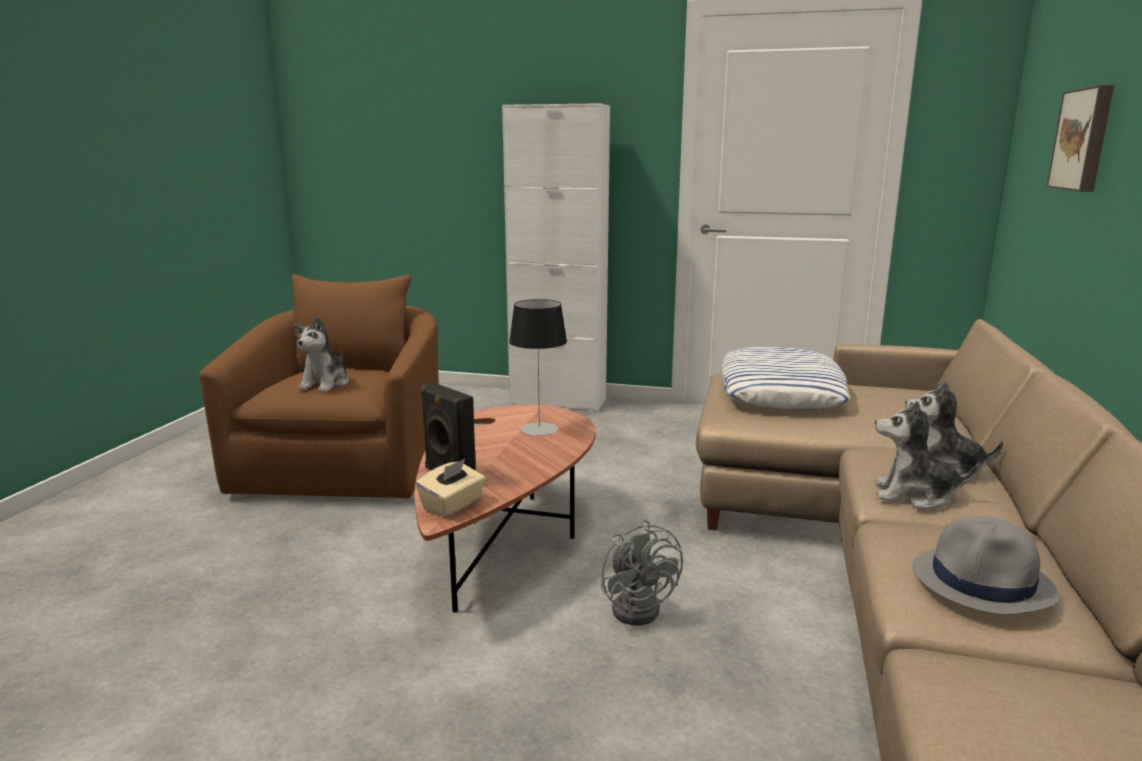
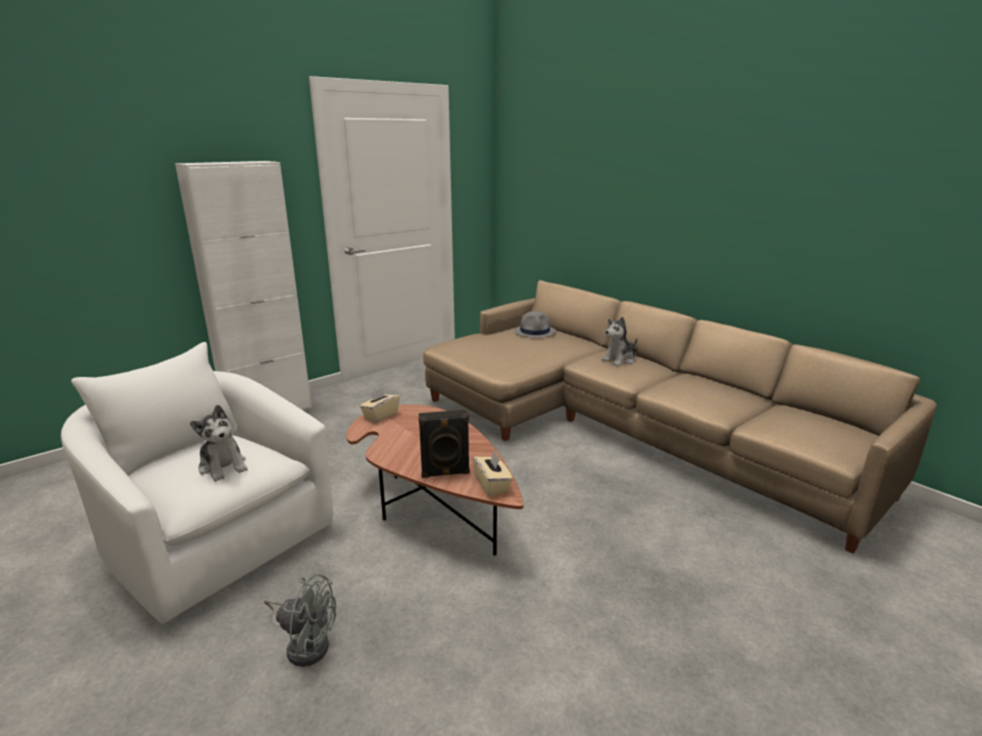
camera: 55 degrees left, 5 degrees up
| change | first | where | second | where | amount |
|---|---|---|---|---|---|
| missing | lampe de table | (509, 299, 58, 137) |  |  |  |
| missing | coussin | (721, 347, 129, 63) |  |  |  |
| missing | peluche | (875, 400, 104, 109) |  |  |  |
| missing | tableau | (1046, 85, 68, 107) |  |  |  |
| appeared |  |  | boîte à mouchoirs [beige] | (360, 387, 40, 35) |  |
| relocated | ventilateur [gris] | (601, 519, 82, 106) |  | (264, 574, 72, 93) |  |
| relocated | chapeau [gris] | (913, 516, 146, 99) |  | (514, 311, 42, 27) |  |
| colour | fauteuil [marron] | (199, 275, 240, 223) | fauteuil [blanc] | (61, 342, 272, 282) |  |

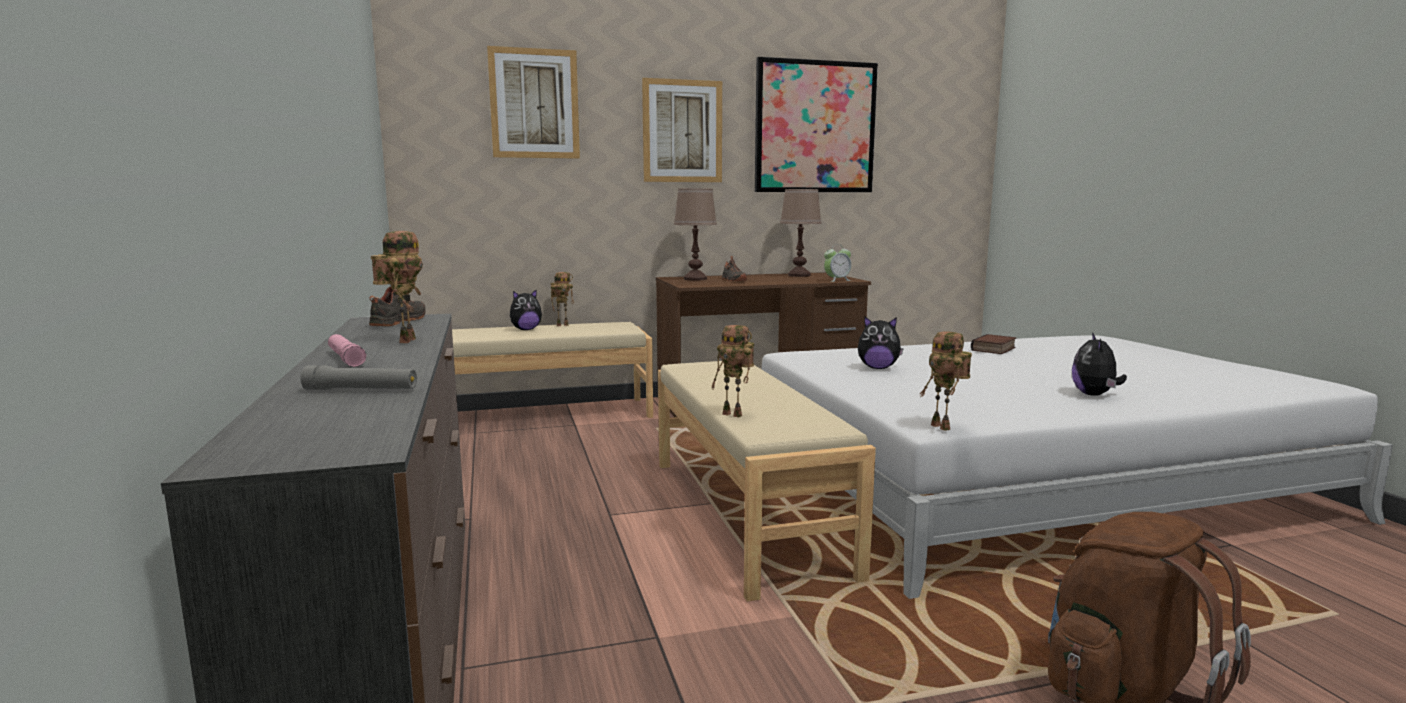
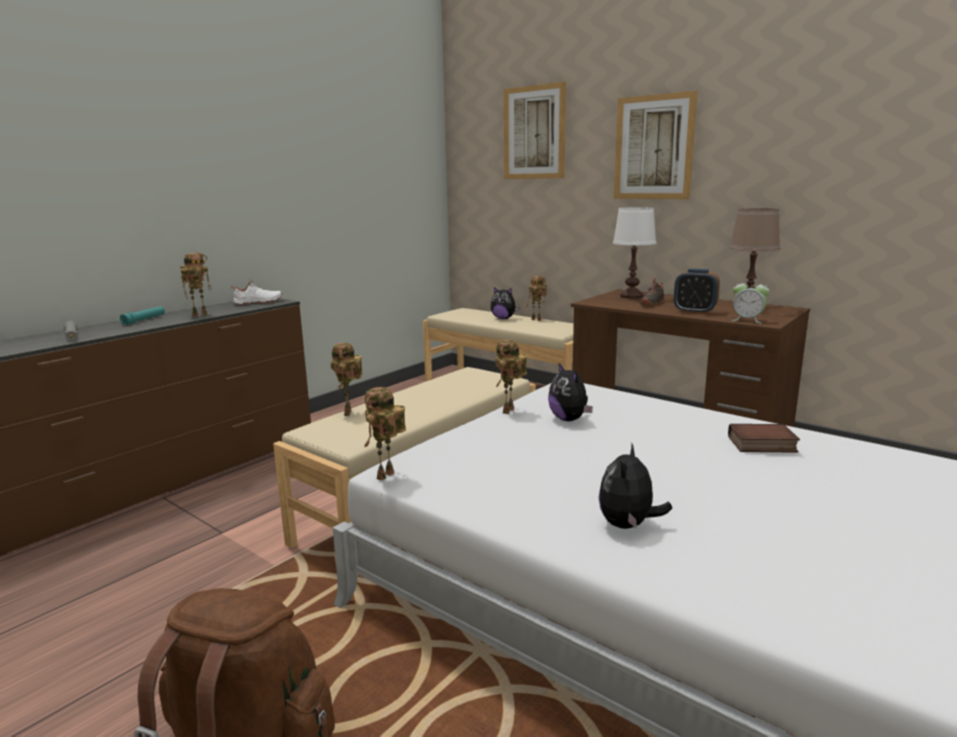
camera: 55 degrees right, 5 degrees up
| change | first | where | second | where | amount |
|---|---|---|---|---|---|
| missing | tableau | (755, 57, 123, 135) |  |  |  |
| appeared |  |  | robot jouet | (495, 340, 32, 74) |  |
| appeared |  |  | réveil | (674, 269, 46, 45) |  |
| colour | lampe de poche [rose] | (328, 334, 38, 33) | lampe de poche [turquoise] | (120, 306, 45, 19) |  |
| colour | chaussure [noir] | (369, 287, 57, 39) | chaussure [blanc] | (231, 277, 51, 28) |  |
| colour | lampe de table [marron] | (674, 189, 43, 91) | lampe de table [blanc] | (613, 207, 43, 92) |  |
| spun | peluche | (1072, 332, 55, 64) |  | (599, 443, 73, 86) | 45 degrees counterclockwise |

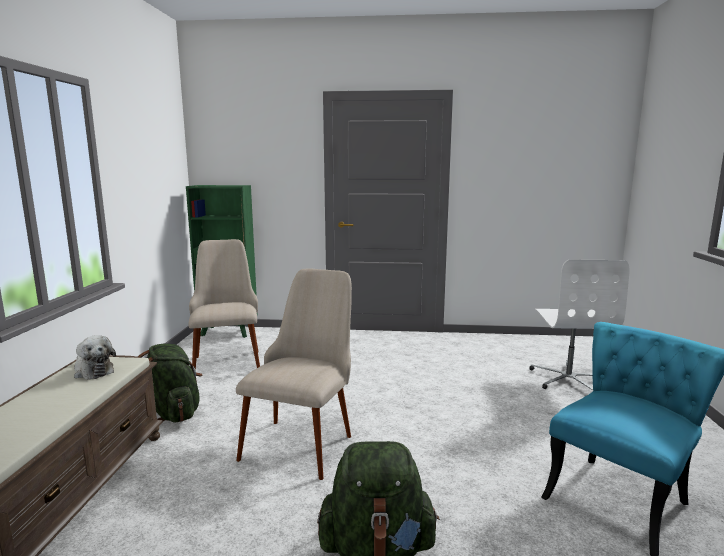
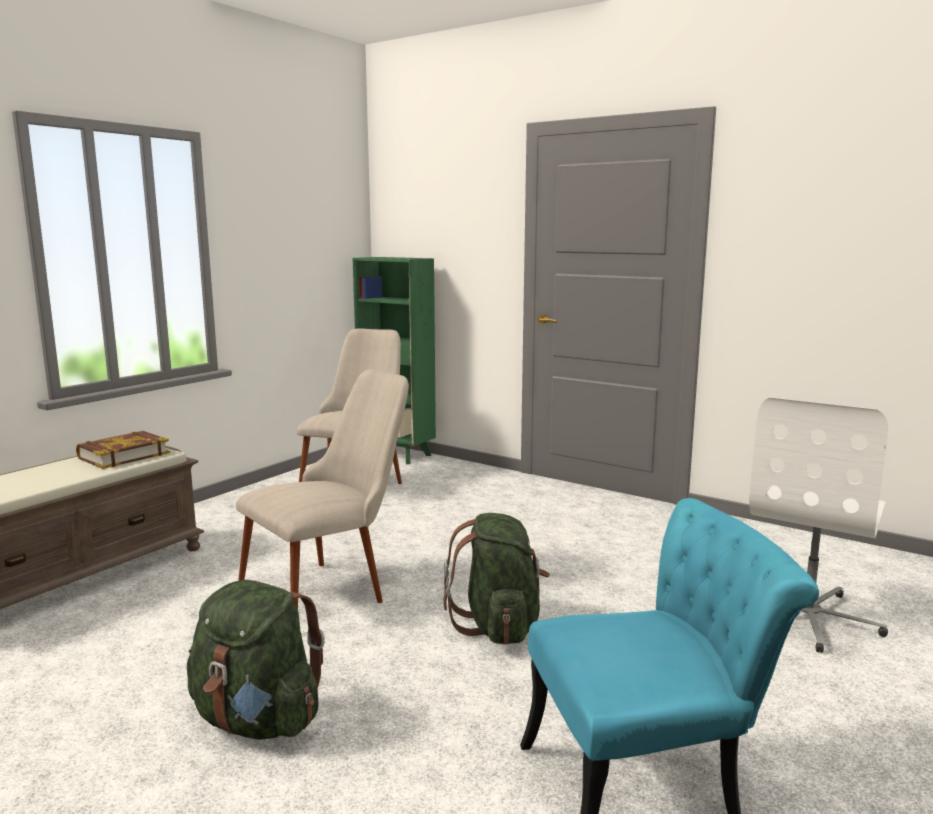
camera: 30 degrees right, 0 degrees up
| change | first | where | second | where | amount |
|---|---|---|---|---|---|
| relocated | sac à dos [vert] | (138, 344, 65, 78) |  | (444, 513, 106, 132) |  |
| exchanged | peluche | (74, 335, 42, 45) | livre | (76, 431, 94, 38) |  |

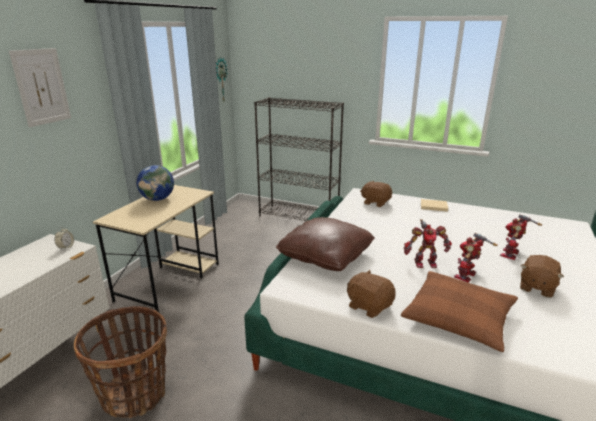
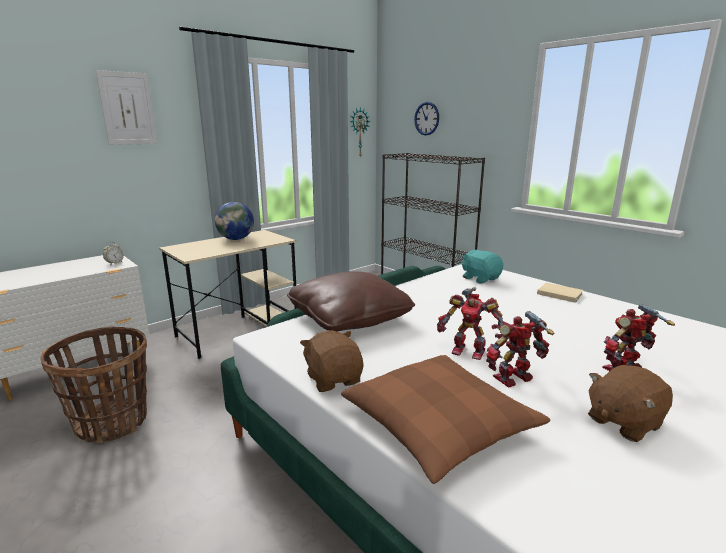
camera: 25 degrees right, 5 degrees down
| change | first | where | second | where | amount |
|---|---|---|---|---|---|
| appeared |  |  | horloge murale | (414, 102, 25, 33) |  |
| colour | peluche [marron] | (360, 181, 32, 26) | peluche [turquoise] | (462, 250, 41, 34) |  |

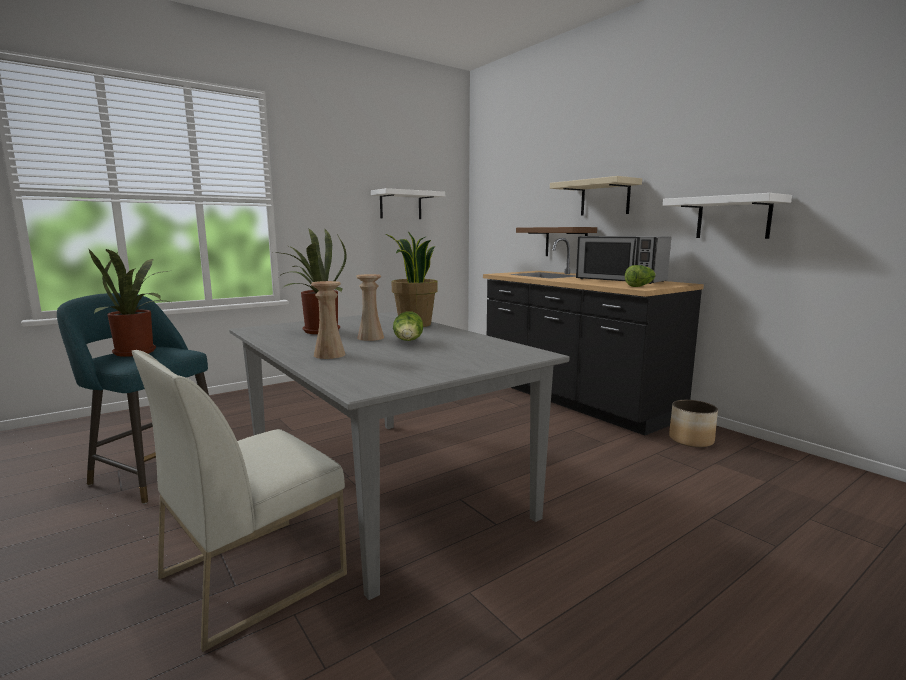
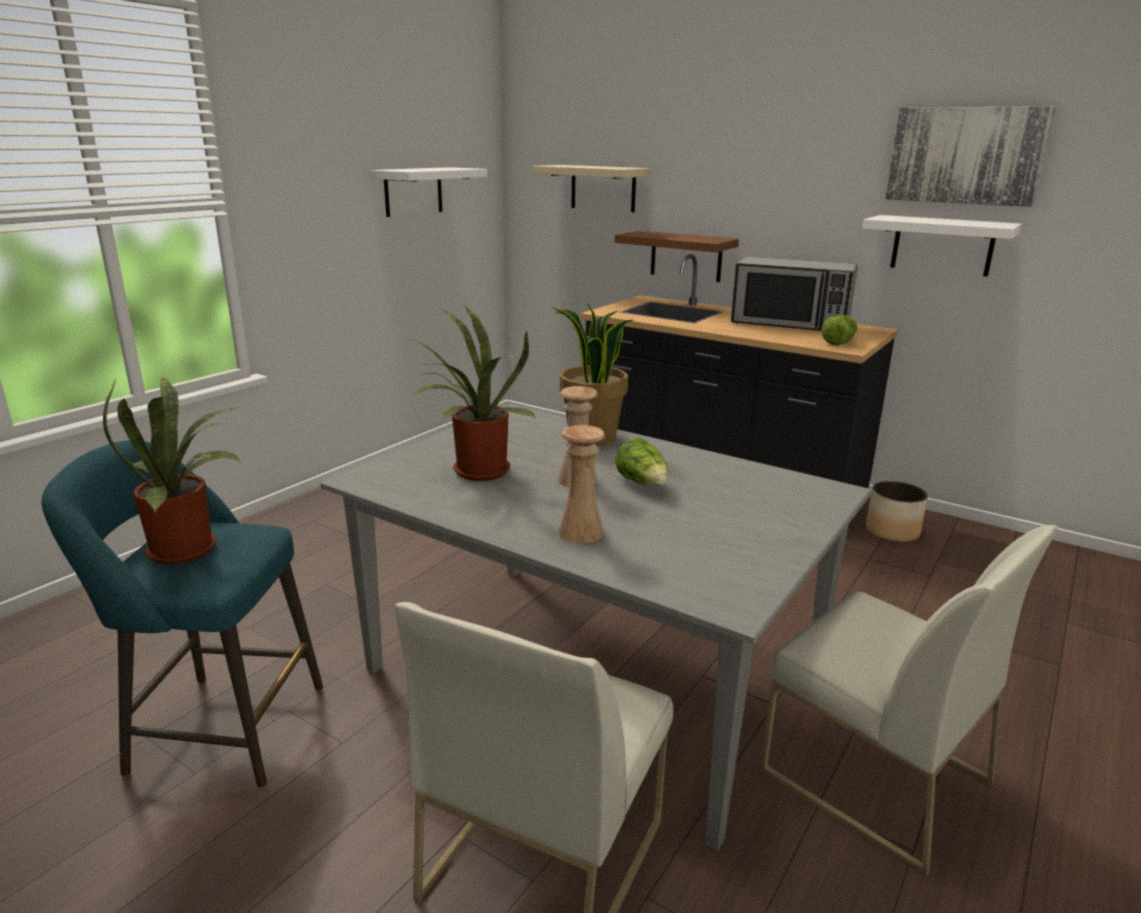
camera: 20 degrees left, 10 degrees up
| change | first | where | second | where | amount |
|---|---|---|---|---|---|
| appeared |  |  | chaise [blanc] | (760, 525, 298, 352) |  |
| appeared |  |  | tableau | (885, 106, 171, 101) |  |
| relocated | étagère [beige] | (550, 176, 92, 40) |  | (532, 165, 118, 47) |  |

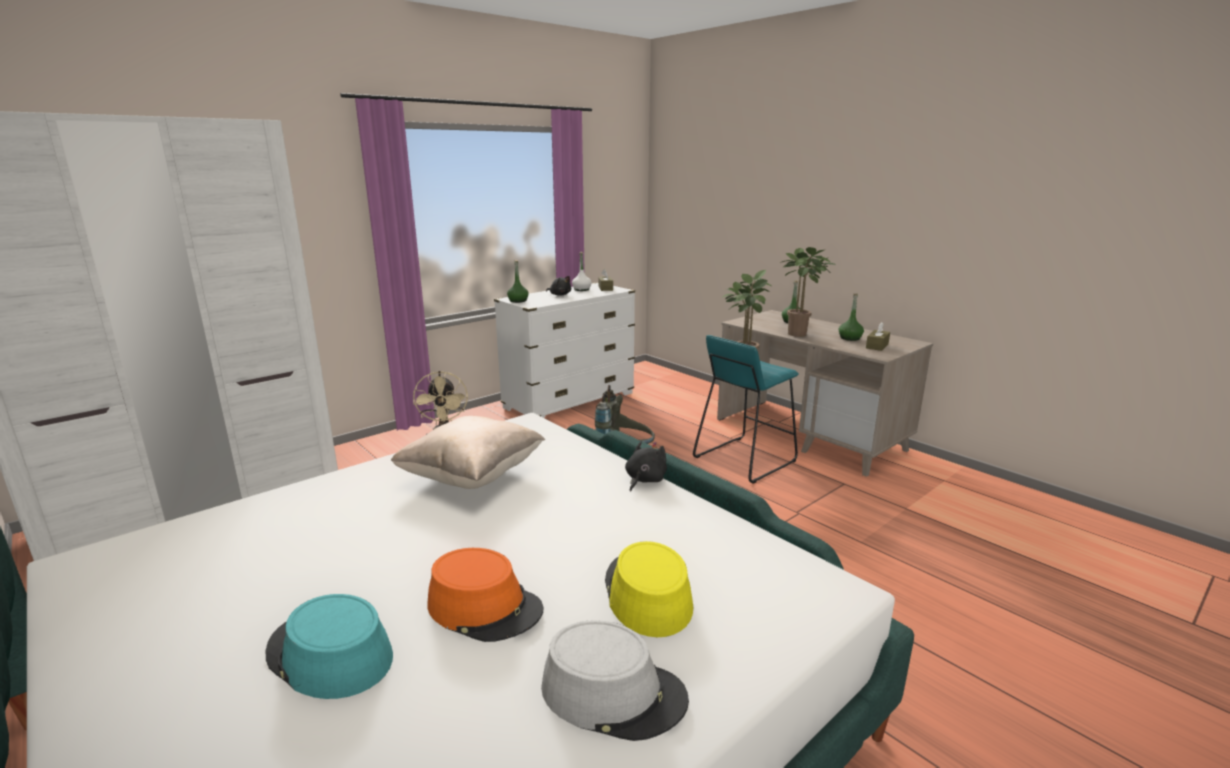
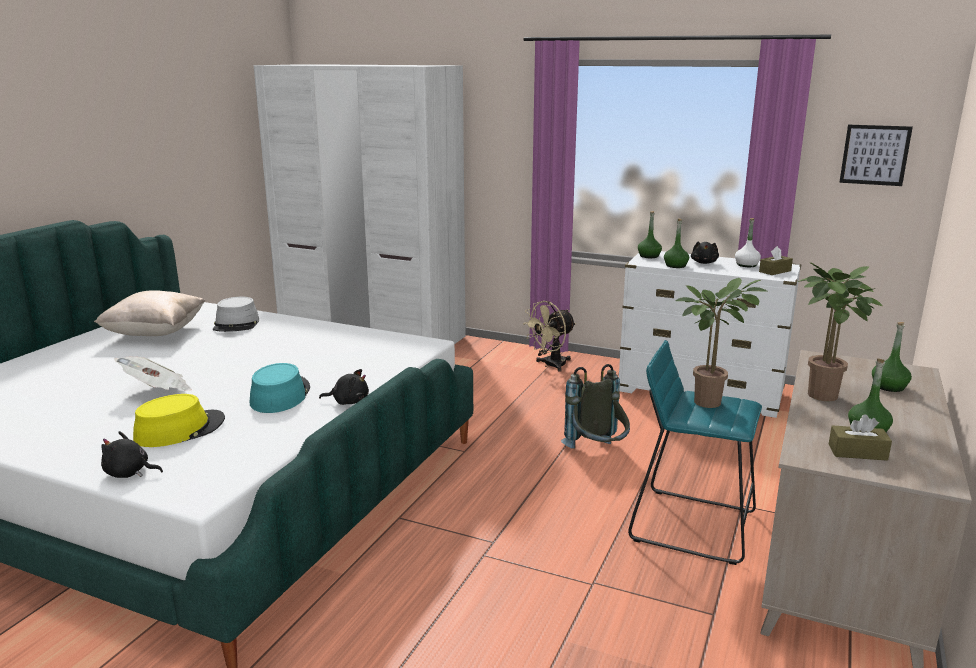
camera: 65 degrees right, 0 degrees up
| change | first | where | second | where | amount |
|---|---|---|---|---|---|
| appeared |  |  | peluche [noir] | (101, 431, 62, 47) |  |
| appeared |  |  | bouteille [vert] | (664, 218, 25, 50) |  |
| appeared |  |  | tableau | (839, 125, 74, 61) |  |
| relocated | chapeau [turquoise] | (266, 594, 127, 105) |  | (249, 363, 61, 50) |  |
| relocated | coussin [beige] | (391, 416, 154, 73) |  | (94, 290, 111, 46) |  |
| relocated | chapeau [gris] | (541, 620, 148, 121) |  | (213, 297, 46, 35) |  |
| exchanged | chapeau [orange] | (427, 548, 116, 94) | journal | (115, 357, 77, 34) |  |

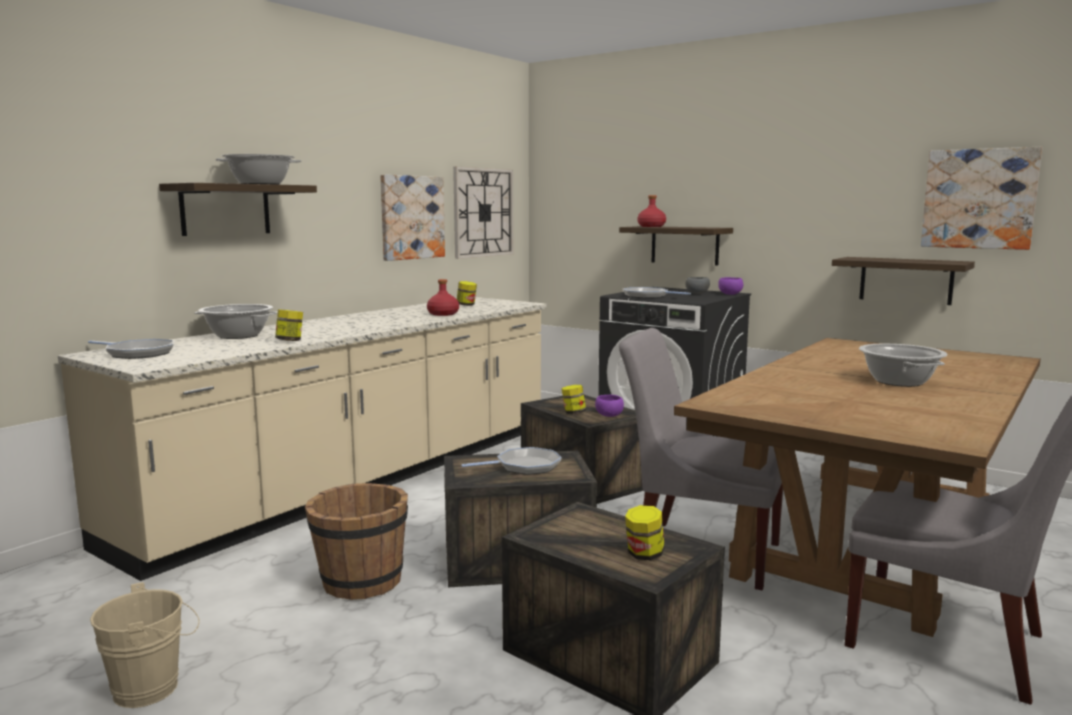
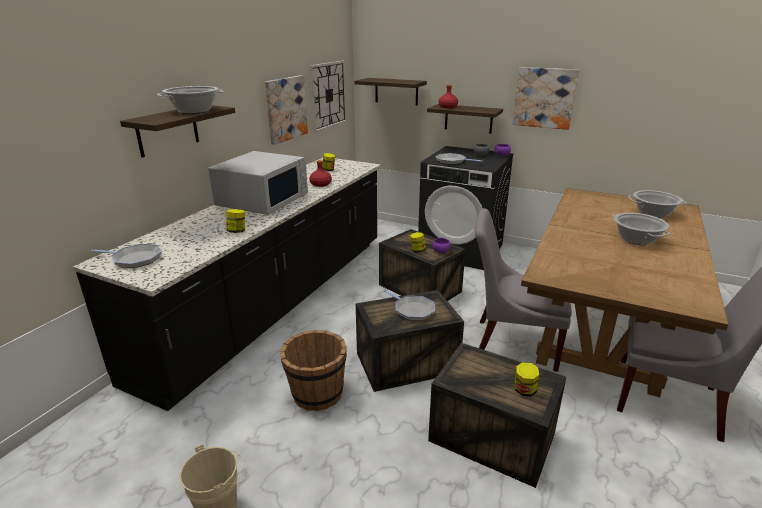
camera: 10 degrees left, 15 degrees up
| change | first | where | second | where | amount |
|---|---|---|---|---|---|
| appeared |  |  | micro-ondes [blanc] | (208, 151, 100, 64) |  |
| relocated | marmite | (194, 304, 84, 35) |  | (628, 190, 59, 28) |  |
| relocated | étagère | (832, 257, 143, 48) |  | (355, 78, 72, 27) |  |
| relocated | tableau | (921, 147, 121, 103) |  | (512, 67, 67, 63) |  |
| colour | comptoir de cuisine [beige] | (58, 297, 489, 284) | comptoir de cuisine [noir] | (73, 158, 308, 253) |  |
| spun | poêle | (461, 447, 101, 28) |  | (383, 290, 52, 30) | 75 degrees clockwise |

